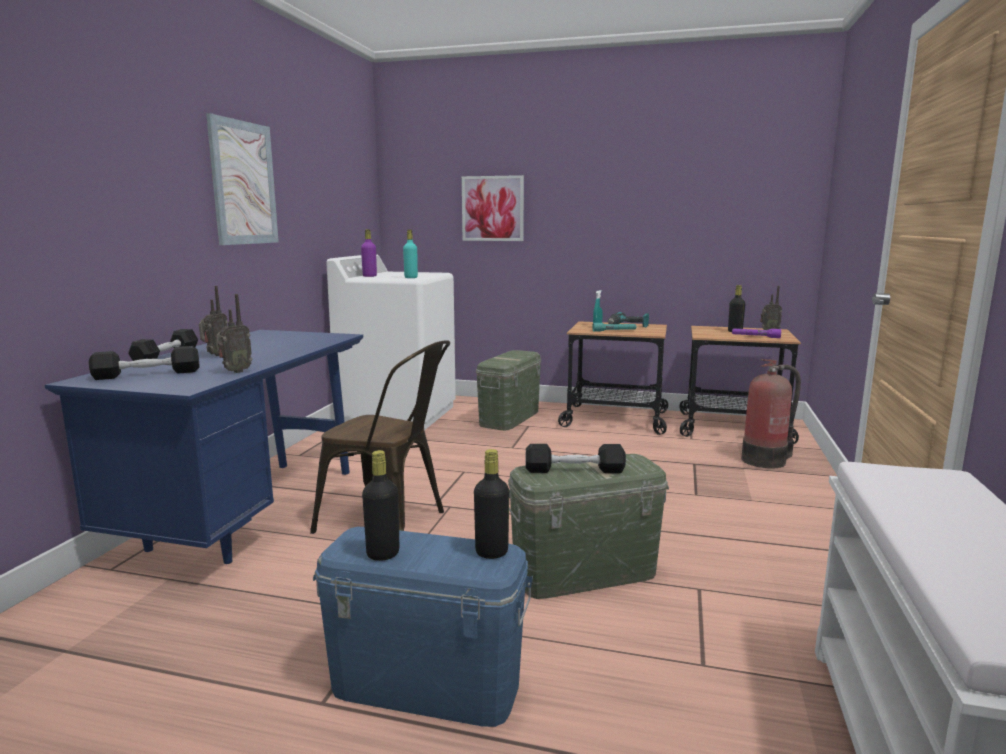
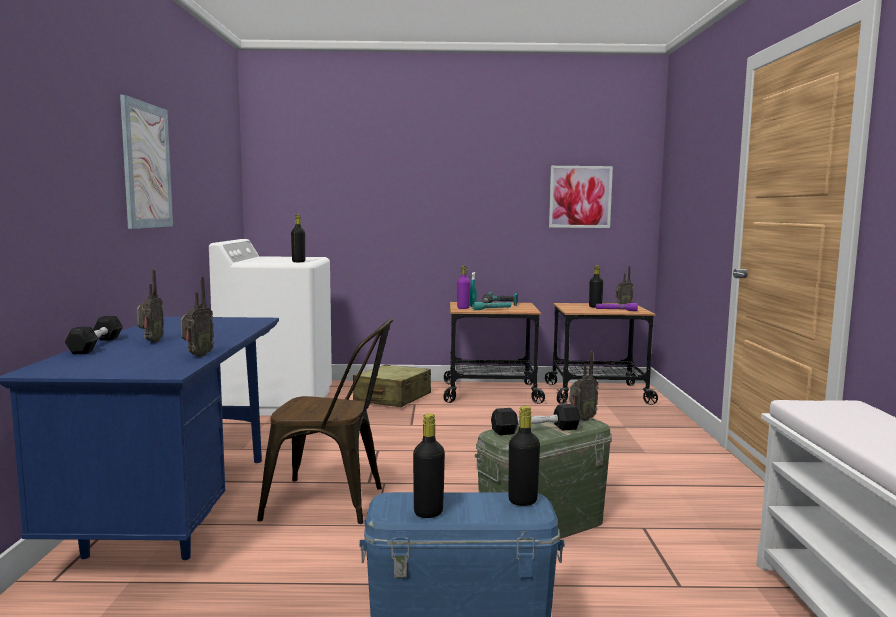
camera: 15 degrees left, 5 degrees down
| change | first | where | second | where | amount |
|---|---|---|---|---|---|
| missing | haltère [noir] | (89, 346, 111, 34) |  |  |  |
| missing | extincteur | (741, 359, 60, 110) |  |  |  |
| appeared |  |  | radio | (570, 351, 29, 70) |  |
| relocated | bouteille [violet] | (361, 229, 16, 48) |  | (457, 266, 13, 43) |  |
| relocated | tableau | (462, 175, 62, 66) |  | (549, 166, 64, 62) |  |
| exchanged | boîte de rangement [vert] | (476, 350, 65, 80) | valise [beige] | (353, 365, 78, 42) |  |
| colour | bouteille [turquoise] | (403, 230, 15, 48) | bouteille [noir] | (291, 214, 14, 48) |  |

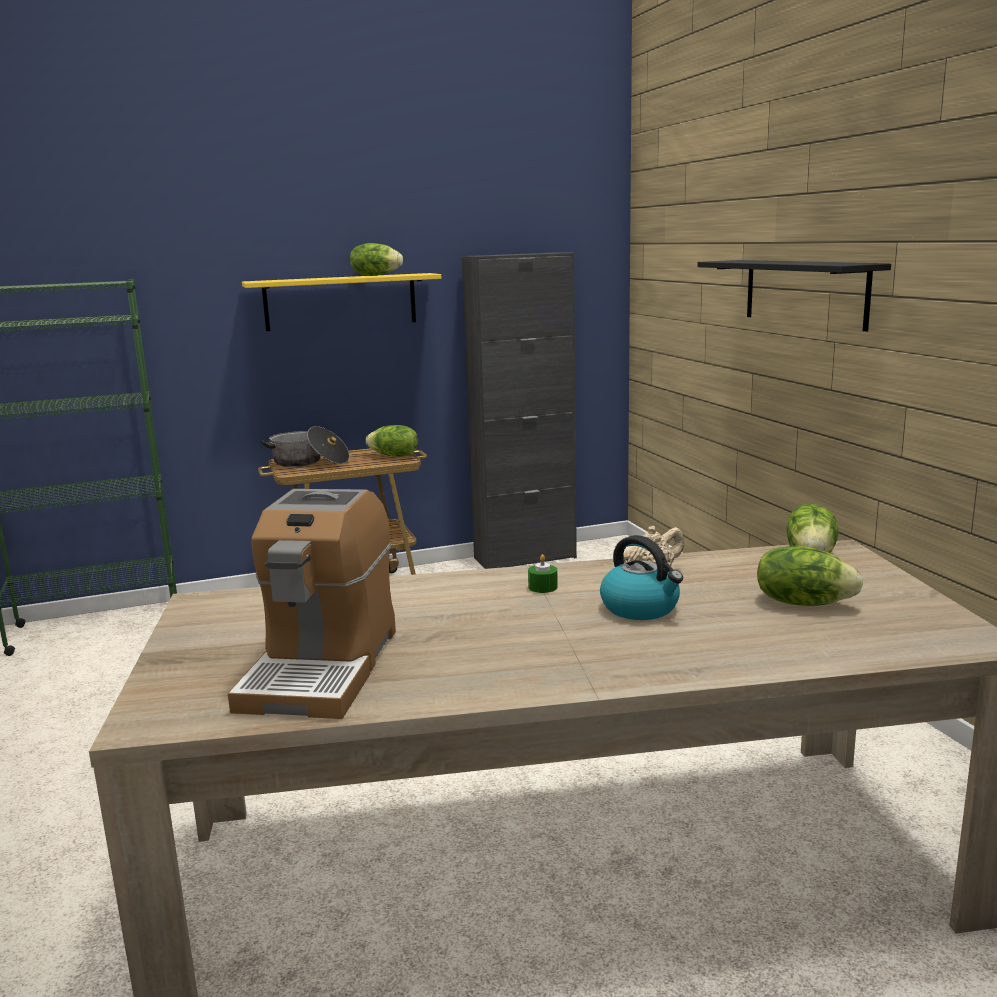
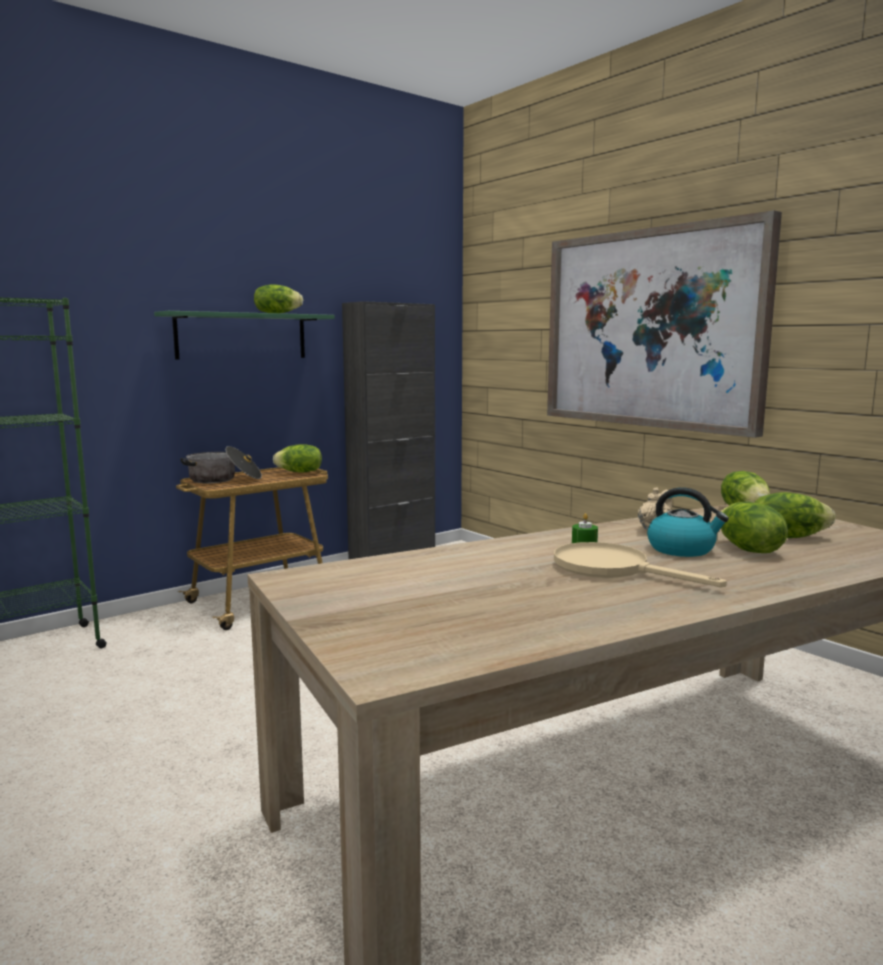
camera: 20 degrees left, 5 degrees down
| change | first | where | second | where | amount |
|---|---|---|---|---|---|
| missing | machine à café | (228, 489, 168, 230) |  |  |  |
| appeared |  |  | poêle [beige] | (554, 542, 173, 46) |  |
| appeared |  |  | laitue | (720, 501, 68, 52) |  |
| exchanged | étagère [noir] | (697, 260, 194, 71) | tableau | (547, 210, 235, 228) |  |
| colour | étagère [jaune] | (242, 273, 199, 58) | étagère [vert] | (154, 311, 181, 49) |  |

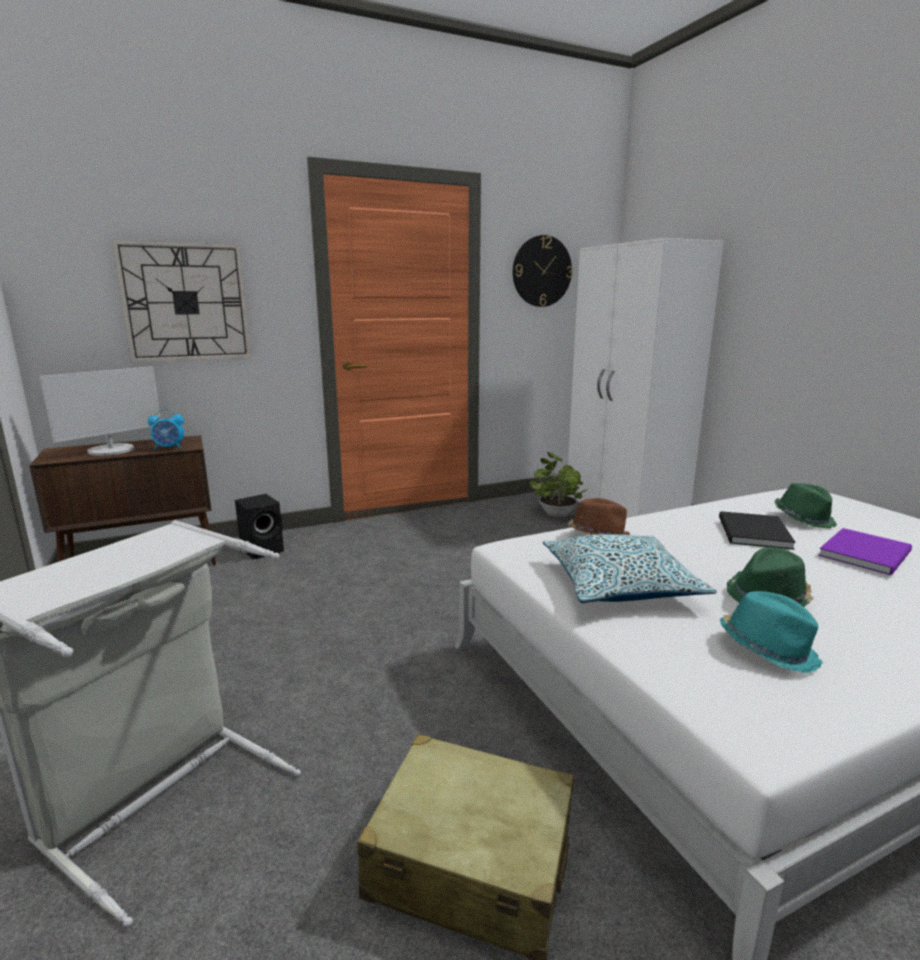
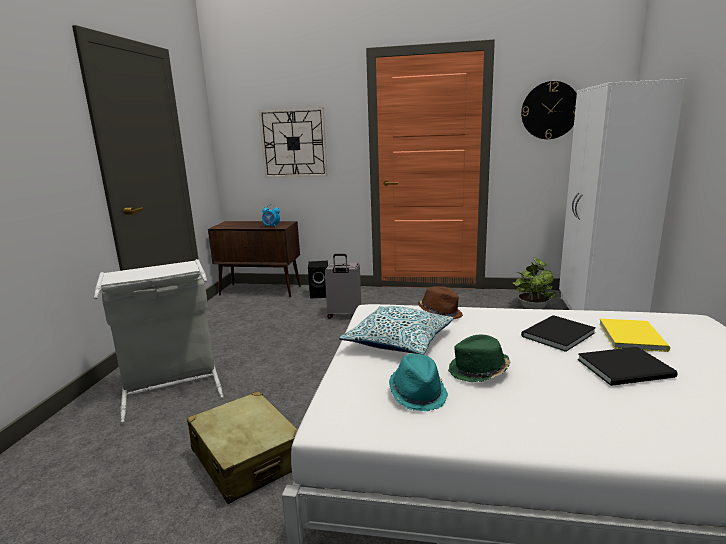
camera: 35 degrees right, 0 degrees up
| change | first | where | second | where | amount |
|---|---|---|---|---|---|
| missing | écran d'ordinateur | (40, 366, 121, 90) |  |  |  |
| appeared |  |  | valise [gris] | (325, 254, 36, 65) |  |
| exchanged | chapeau [vert] | (775, 483, 62, 46) | livre [jaune] | (599, 319, 71, 33) |  |
| colour | livre [violet] | (818, 528, 94, 47) | livre [noir] | (578, 347, 100, 39) |  |

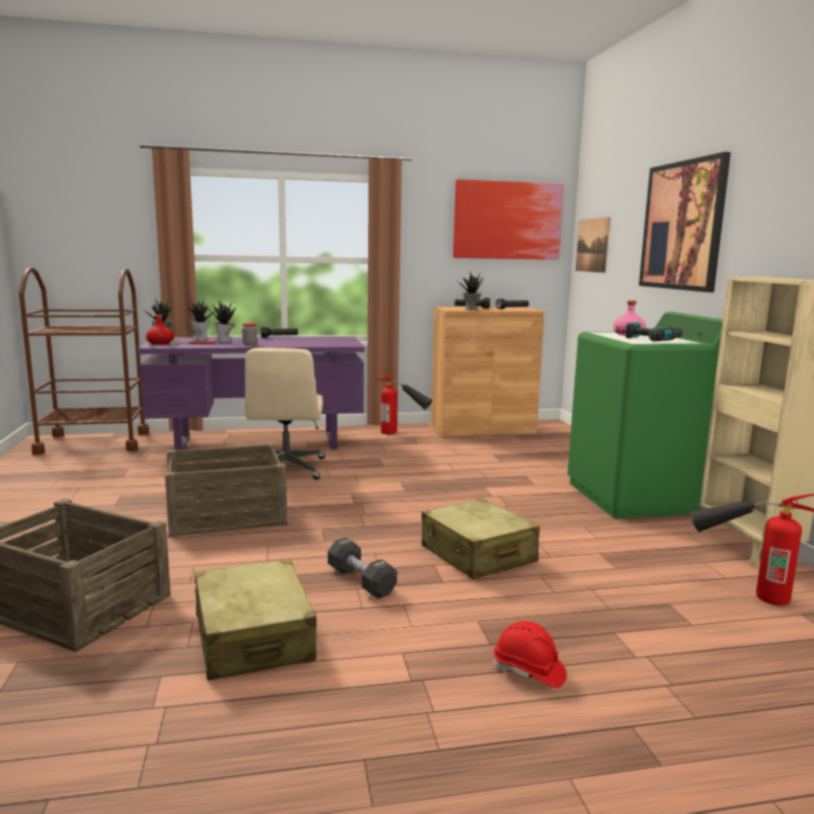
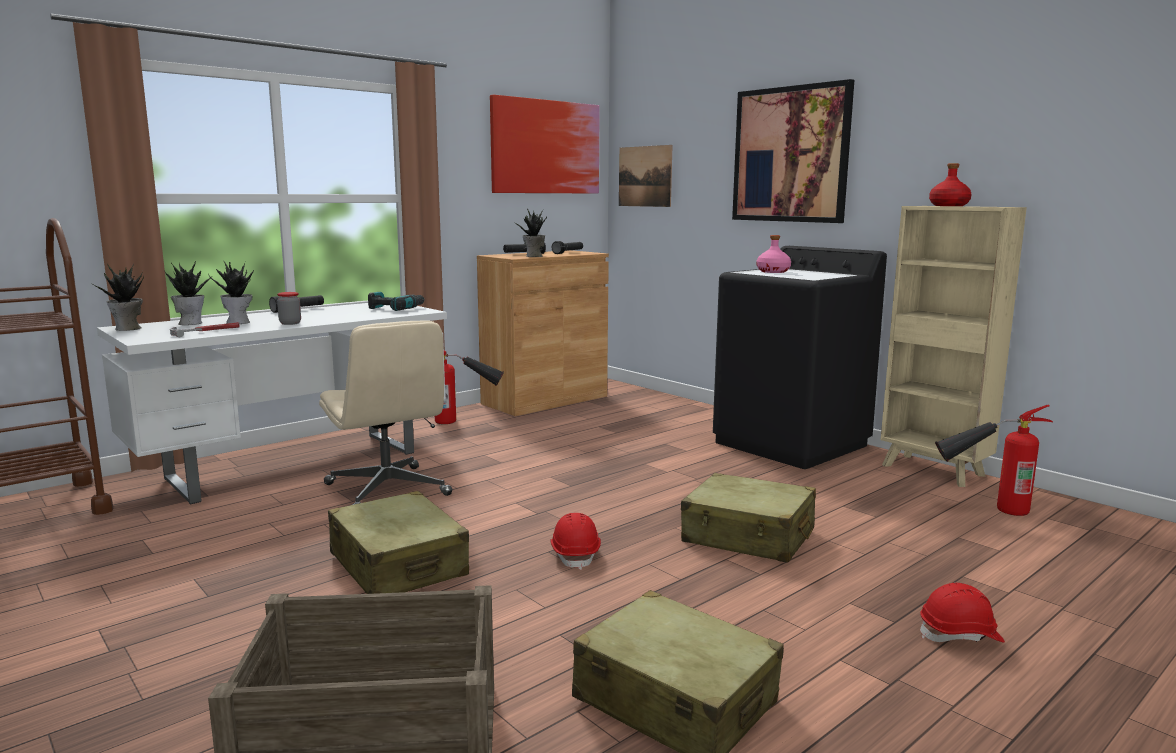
camera: 30 degrees left, 0 degrees up
| change | first | where | second | where | amount |
|---|---|---|---|---|---|
| missing | haltère [noir] | (328, 538, 69, 61) |  |  |  |
| appeared |  |  | casque de chantier [rouge] | (551, 513, 50, 57) |  |
| relocated | bouteille [rouge] | (146, 315, 28, 30) |  | (929, 163, 43, 43) |  |
| relocated | perceuse | (626, 322, 57, 20) |  | (368, 292, 57, 19) |  |
| exchanged | caisse | (165, 443, 122, 94) | valise [beige] | (328, 491, 141, 103) |  |
| colour | bureau [violet] | (137, 336, 227, 114) | bureau [blanc] | (97, 303, 350, 202) |  |
| colour | lave-linge [vert] | (568, 312, 155, 207) | lave-linge [noir] | (713, 246, 174, 223) |  |

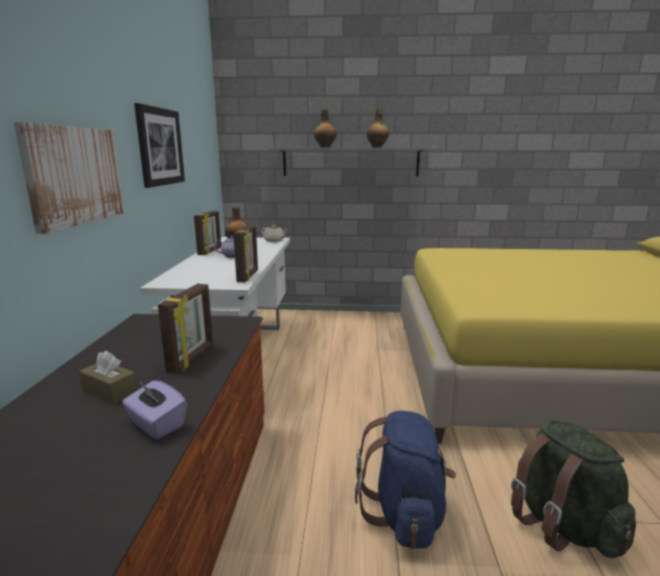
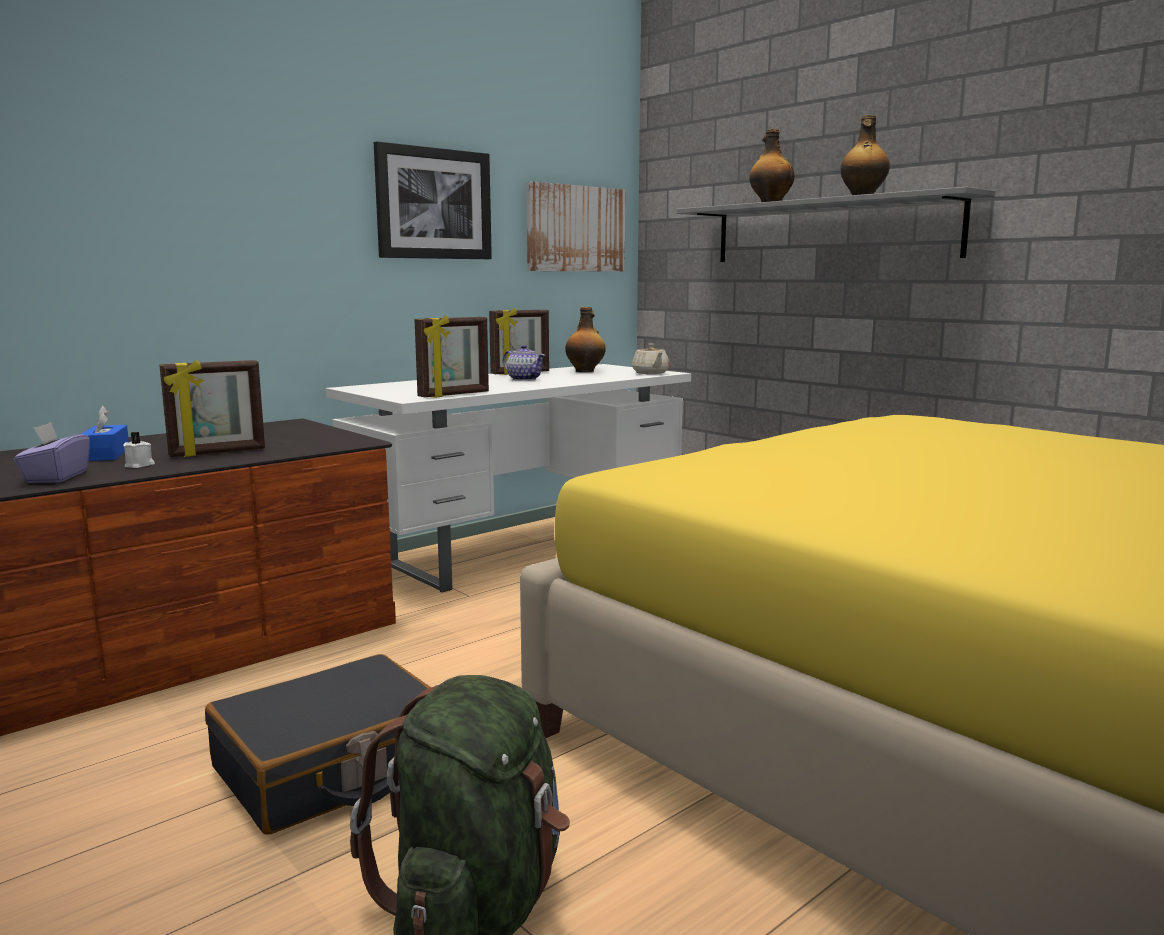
camera: 45 degrees right, 5 degrees down
| change | first | where | second | where | amount |
|---|---|---|---|---|---|
| appeared |  |  | bougie [blanc] | (123, 432, 32, 36) |  |
| relocated | tableau | (14, 122, 110, 112) |  | (526, 181, 99, 91) |  |
| exchanged | sac à dos [bleu] | (355, 411, 101, 138) | valise [noir] | (205, 654, 226, 181) |  |
| colour | boîte à mouchoirs [marron] | (79, 351, 58, 53) | boîte à mouchoirs [bleu] | (81, 405, 48, 56) |  |

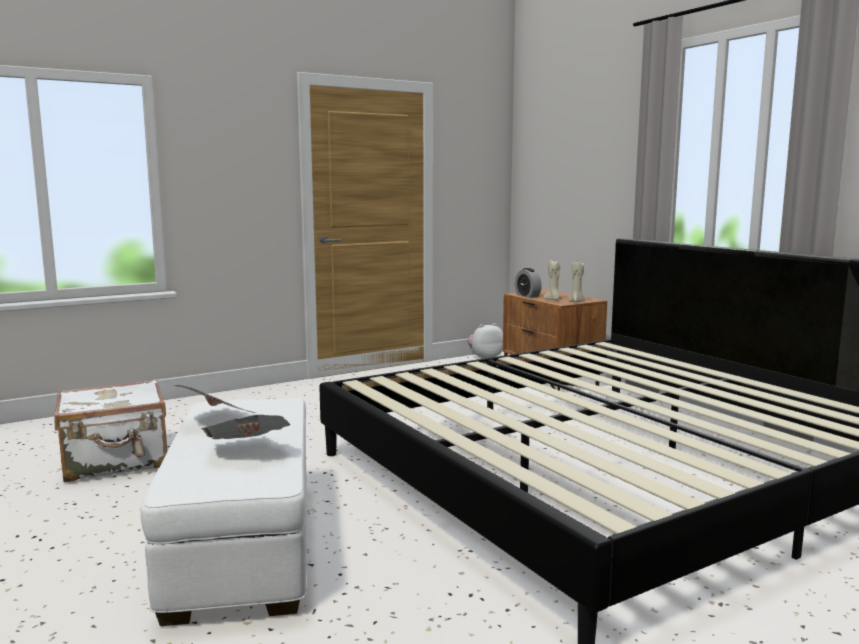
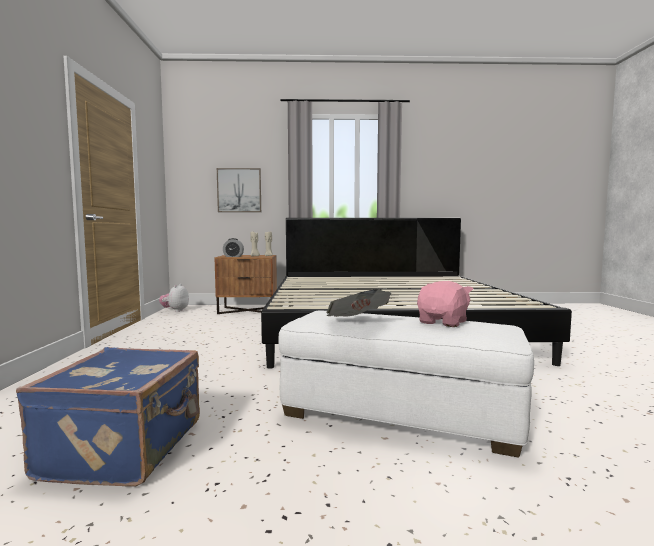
camera: 60 degrees left, 5 degrees down
| change | first | where | second | where | amount |
|---|---|---|---|---|---|
| appeared |  |  | tableau | (217, 168, 44, 44) |  |
| exchanged | journal | (201, 415, 89, 24) | peluche [rose] | (417, 281, 56, 46) |  |
| colour | valise [blanc] | (54, 380, 113, 102) | valise [bleu] | (16, 347, 184, 140) |  |

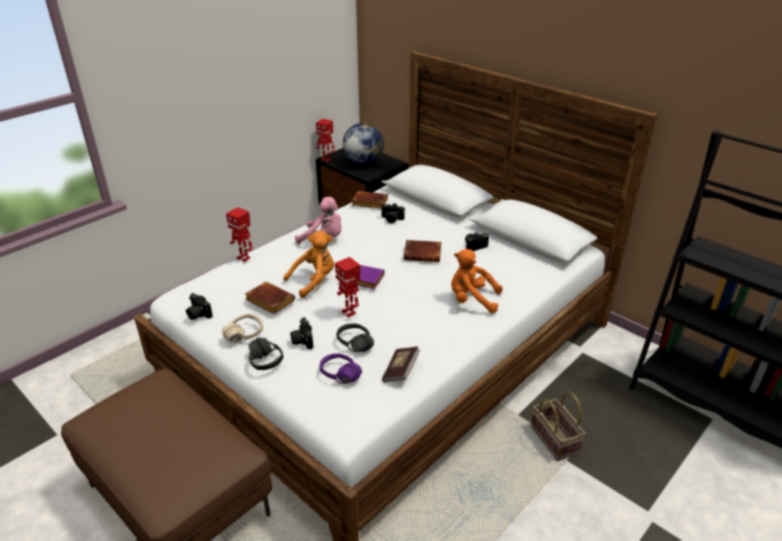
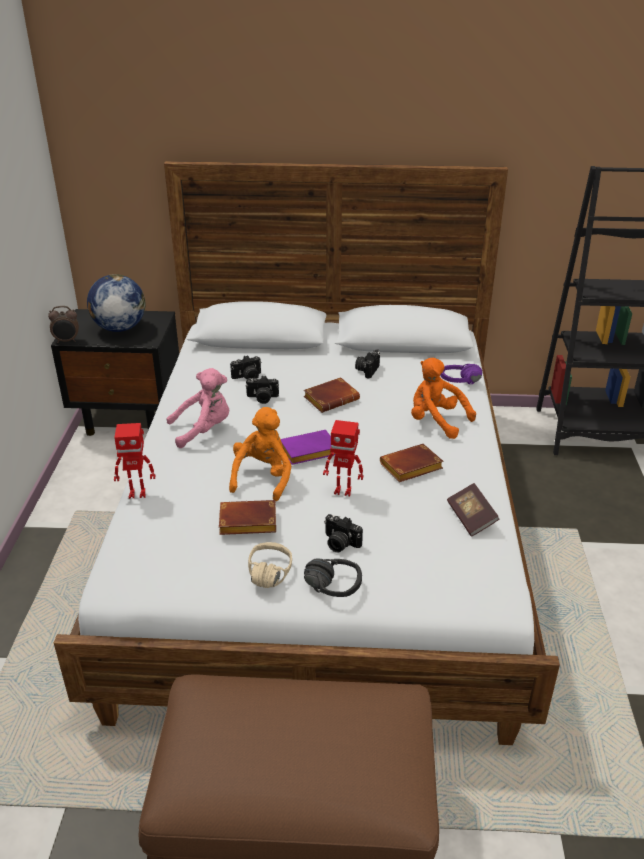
camera: 40 degrees left, 0 degrees up
| change | first | where | second | where | amount |
|---|---|---|---|---|---|
| missing | casque audio [noir] | (337, 323, 37, 29) |  |  |  |
| missing | panier | (531, 391, 55, 70) |  |  |  |
| relocated | appareil photo | (186, 293, 27, 27) |  | (246, 376, 33, 28) |  |
| relocated | casque audio [violet] | (320, 353, 42, 31) |  | (440, 364, 42, 20) |  |
| relocated | livre [marron] | (352, 191, 36, 18) |  | (380, 444, 64, 38) |  |
| exchanged | robot jouet | (316, 119, 19, 43) | réveil | (48, 306, 31, 37) |  |
| spun | peluche [orange] | (451, 249, 51, 64) |  | (411, 358, 65, 81) | 60 degrees clockwise |

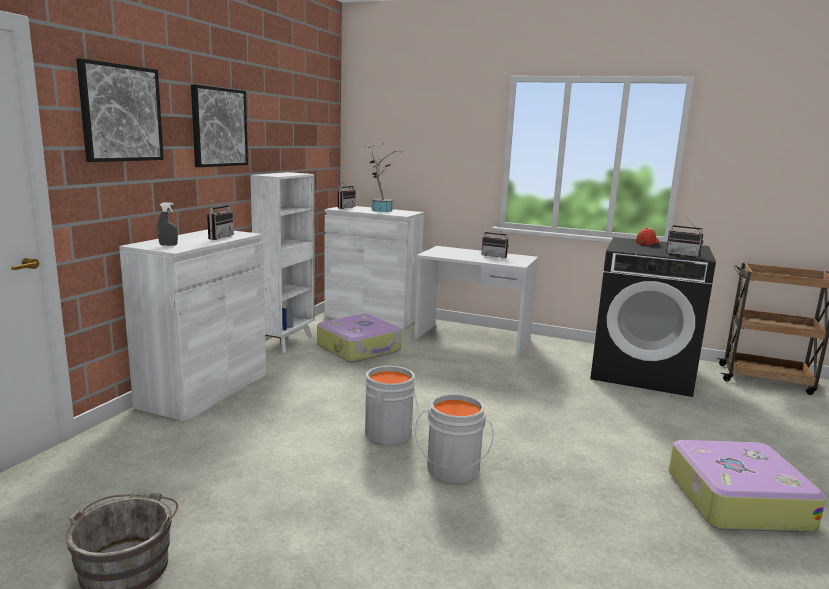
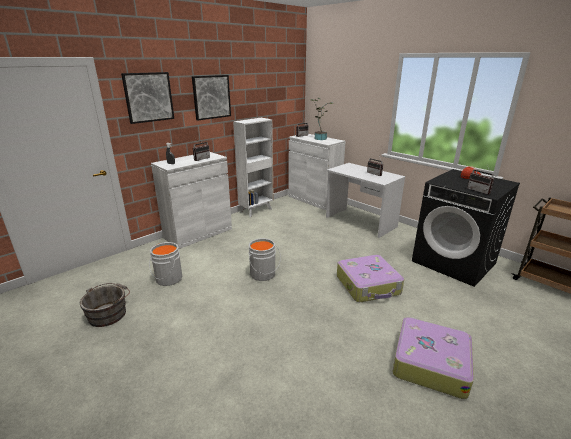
camera: 25 degrees right, 10 degrees up
| change | first | where | second | where | amount |
|---|---|---|---|---|---|
| relocated | valise | (317, 314, 85, 49) |  | (337, 255, 67, 47) |  |
| relocated | seau [gris] | (415, 394, 79, 89) |  | (149, 242, 33, 44) |  |

